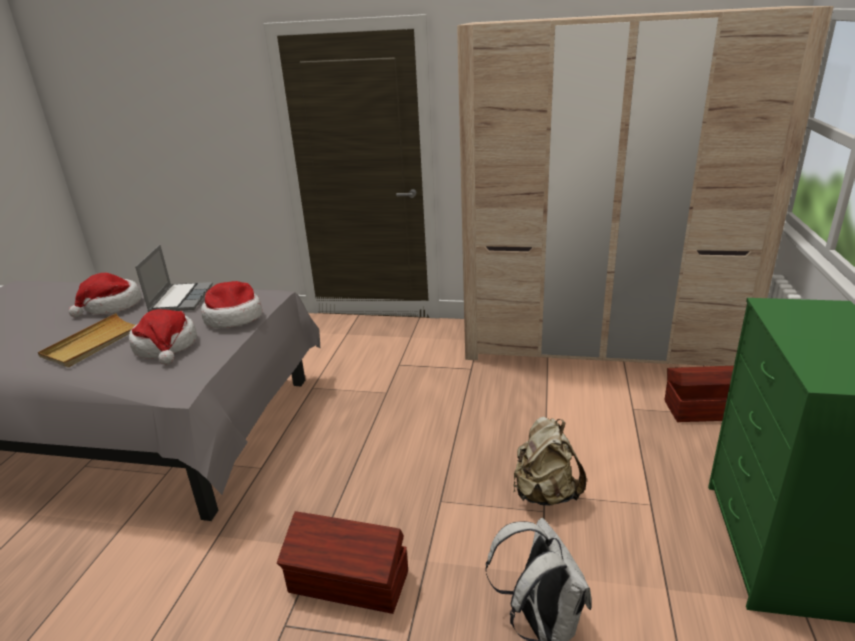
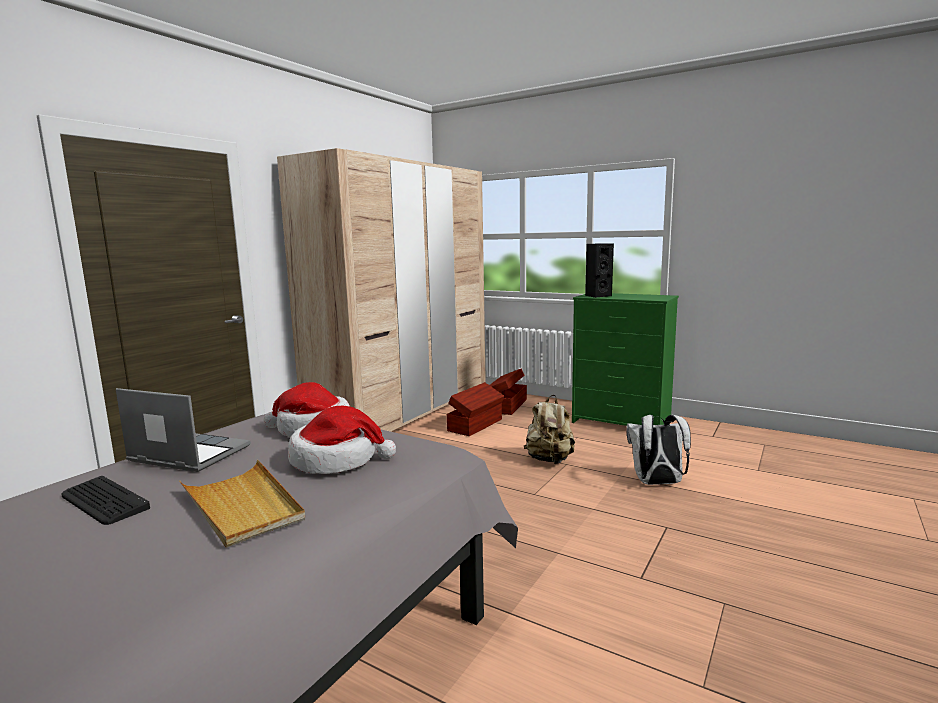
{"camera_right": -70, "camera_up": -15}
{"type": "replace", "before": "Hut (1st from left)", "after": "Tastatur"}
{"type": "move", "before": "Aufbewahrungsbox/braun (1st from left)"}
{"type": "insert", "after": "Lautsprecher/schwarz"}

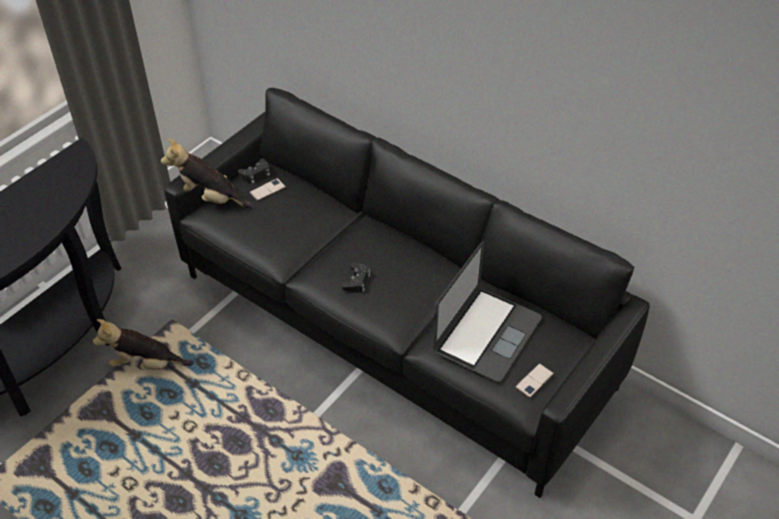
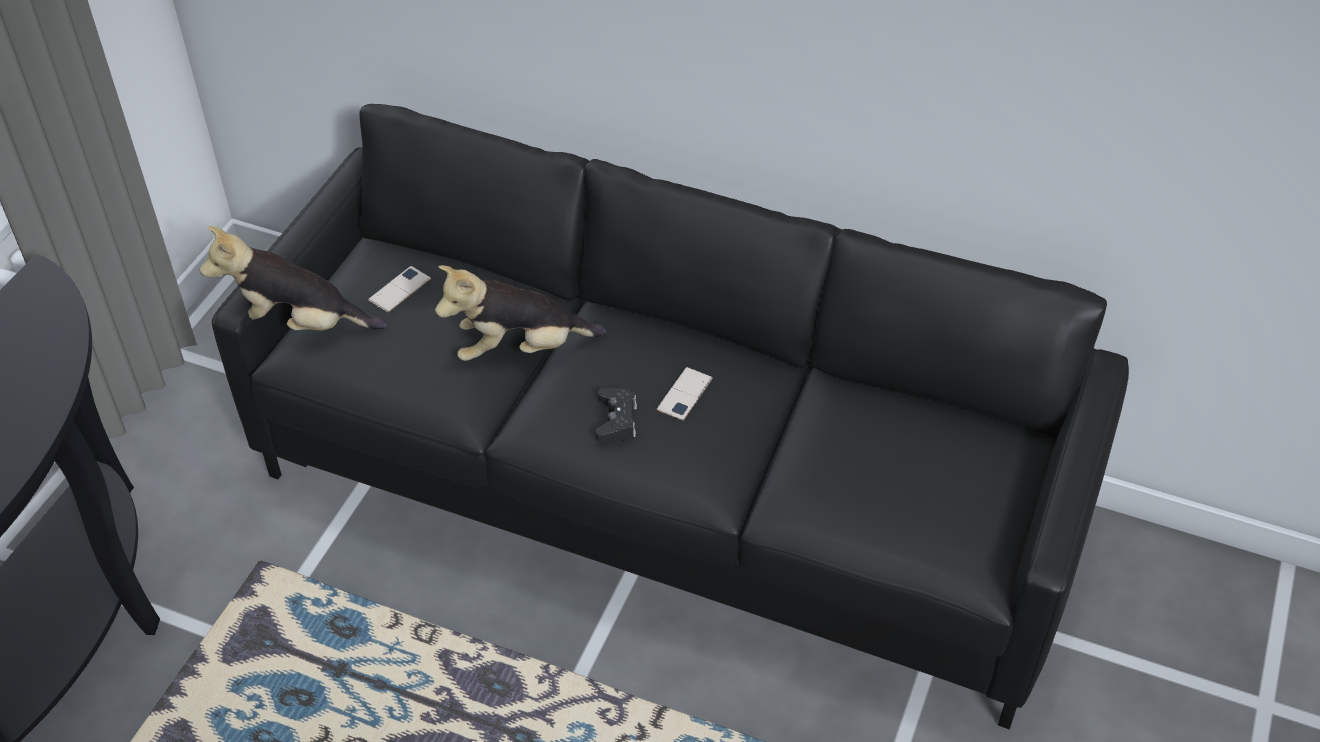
{"camera_right": -15, "camera_up": 0}
{"type": "move", "before": "Plüschtier (1st from left in the first image)", "after": "Plüschtier (2nd from left)"}
{"type": "delete", "before": "Gamepad/schwarz (1st from left)"}
{"type": "delete", "before": "Laptop"}
{"type": "move", "before": "Handy (2nd from left)"}

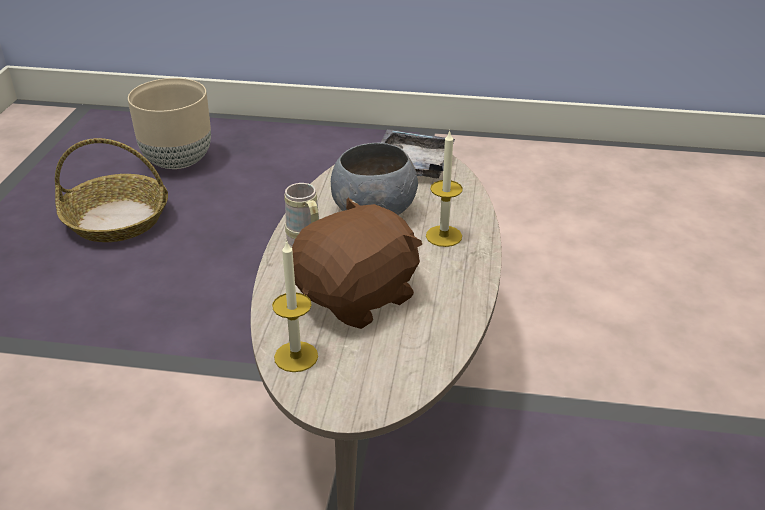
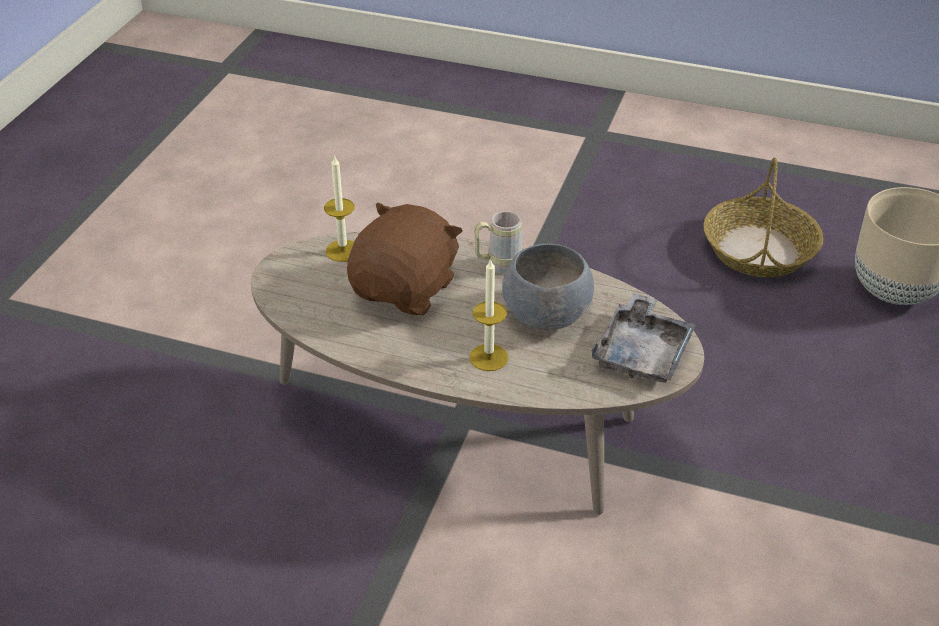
{"camera_right": 100, "camera_up": 5}
{"type": "rotate", "before": "Plüschtier/braun", "turn": -120}

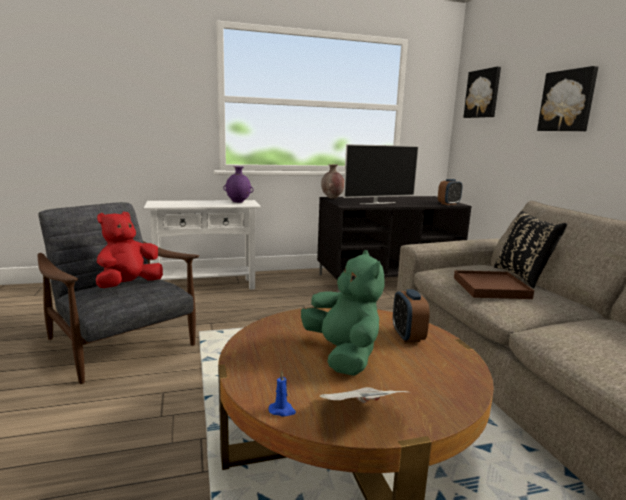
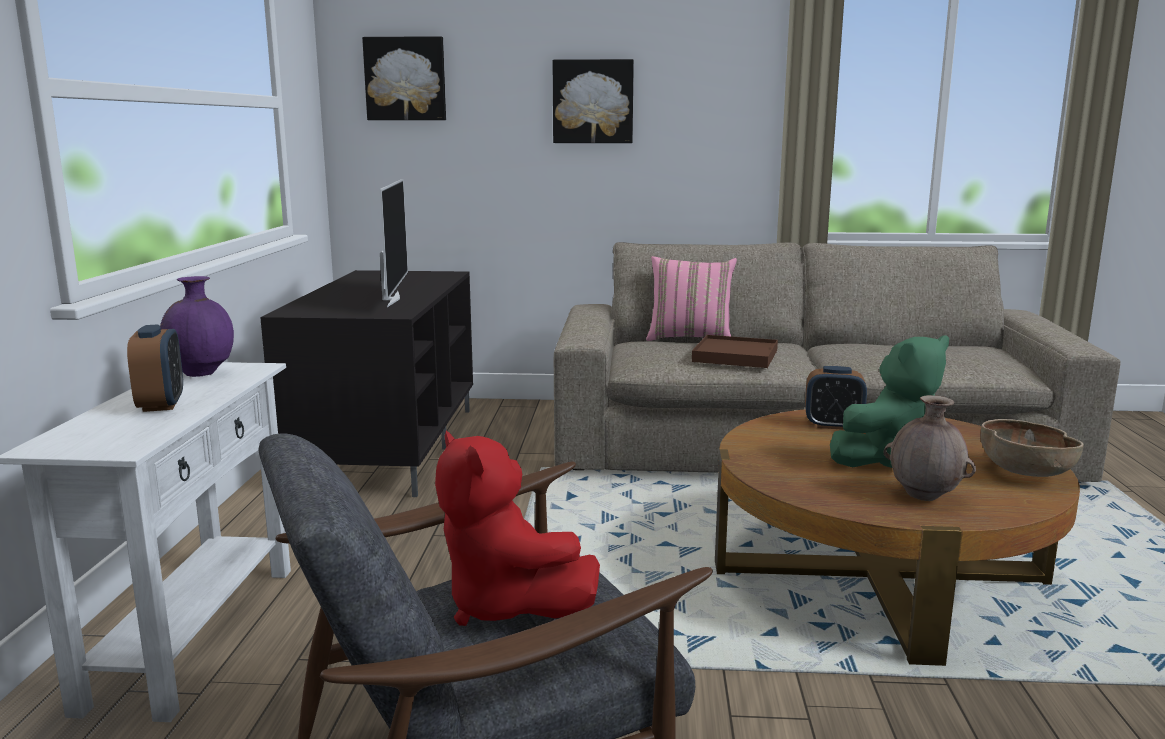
{"camera_right": -70, "camera_up": 0}
{"type": "delete", "before": "Kerze/blau"}
{"type": "rotate", "before": "Plüschtier/grün", "turn": 150}
{"type": "replace", "before": "Zeitung", "after": "Schüssel/braun"}
{"type": "move", "before": "Vase/braun"}
{"type": "move", "before": "Wecker (2nd from left in the first image)", "after": "Wecker (1st from left)"}
{"type": "recolor", "before": "Kissen/schwarz", "after": "Kissen/rosa"}

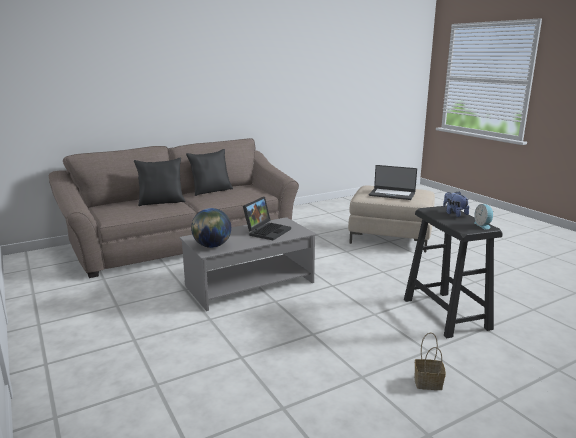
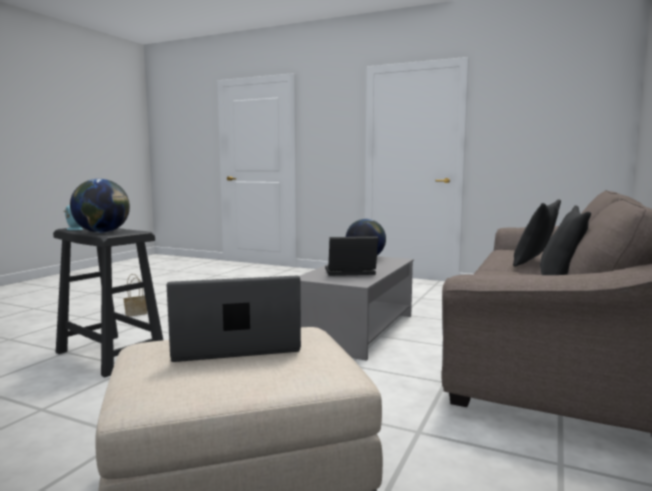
{"camera_right": 145, "camera_up": -10}
{"type": "rotate", "before": "Laptop (1st from left in the first image)", "turn": 90}
{"type": "replace", "before": "Plüschtier", "after": "Globus (1st from left)"}

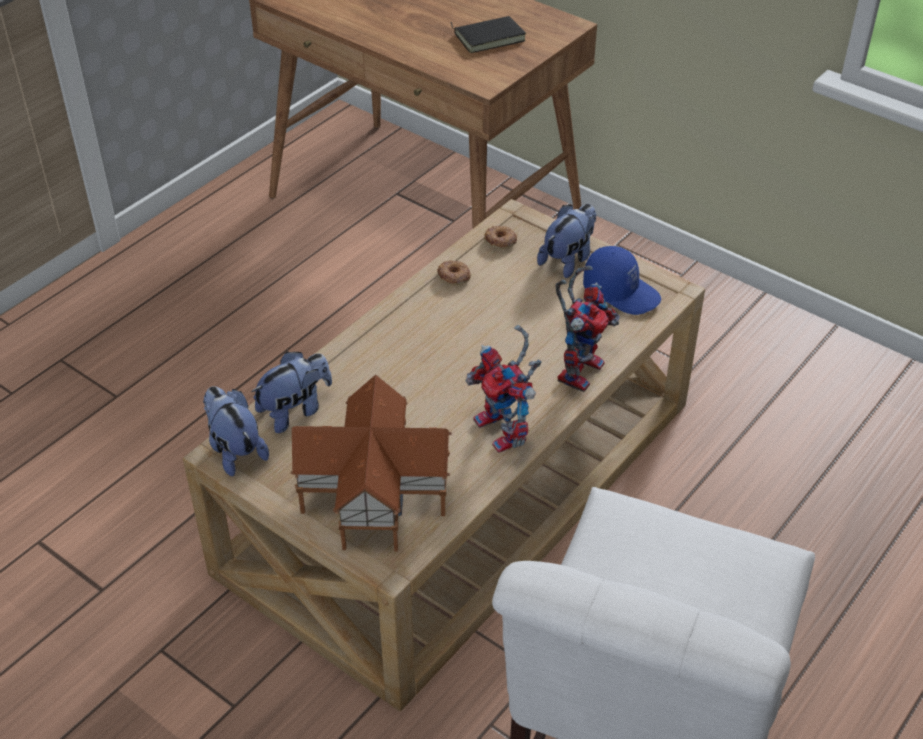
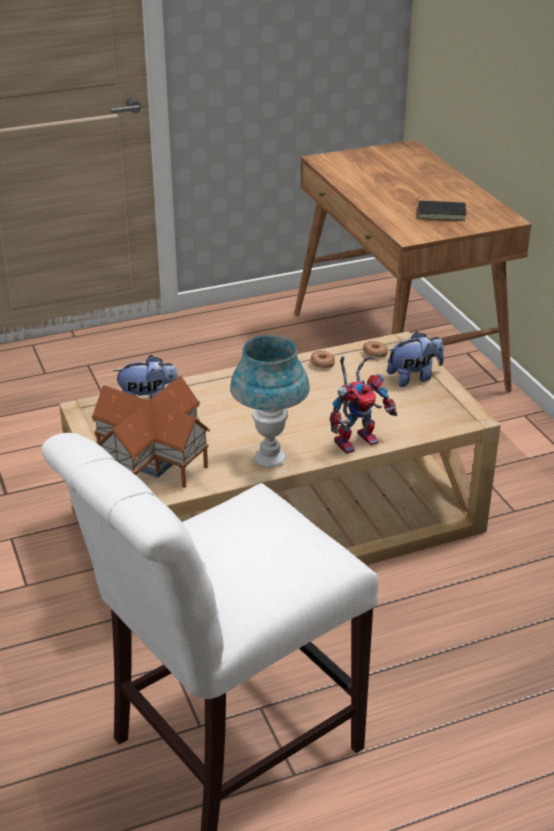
{"camera_right": 30, "camera_up": -10}
{"type": "delete", "before": "Plüschtier (1st from left)"}
{"type": "replace", "before": "Spielzeugroboter (1st from left)", "after": "Tischlampe/blau"}
{"type": "delete", "before": "Kappe/blau"}

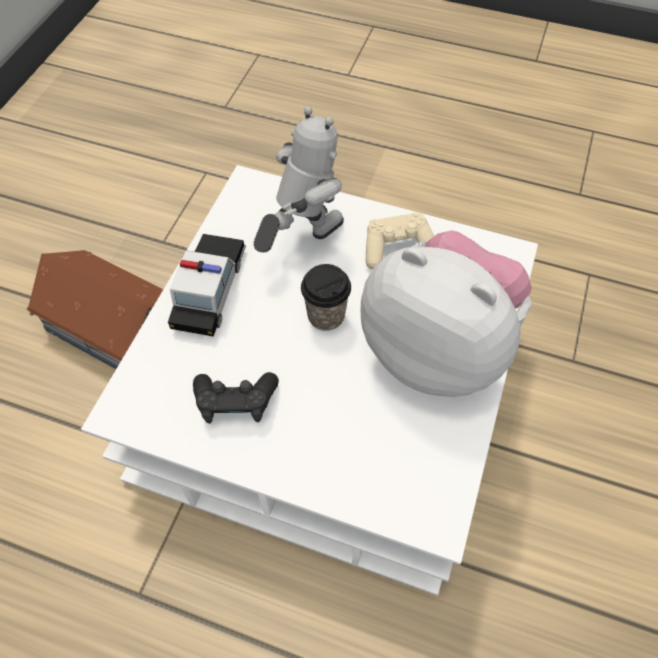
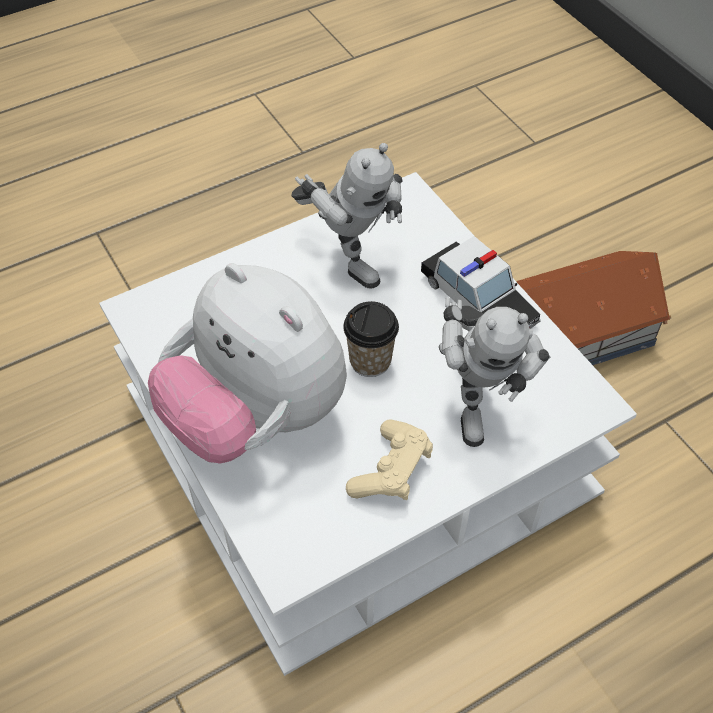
{"camera_right": 130, "camera_up": -5}
{"type": "replace", "before": "Gamepad/schwarz", "after": "Spielzeugroboter (1st from left)"}
{"type": "rotate", "before": "Plüschtier", "turn": 60}

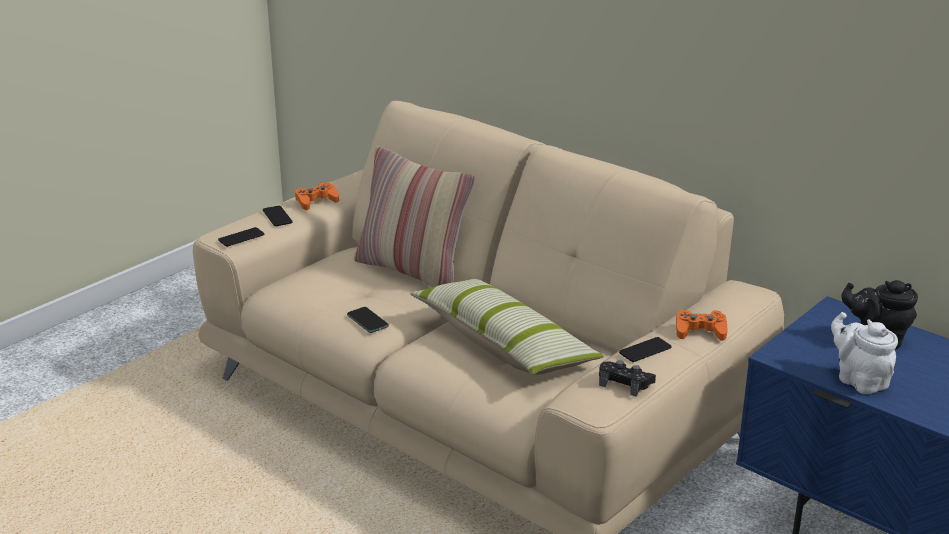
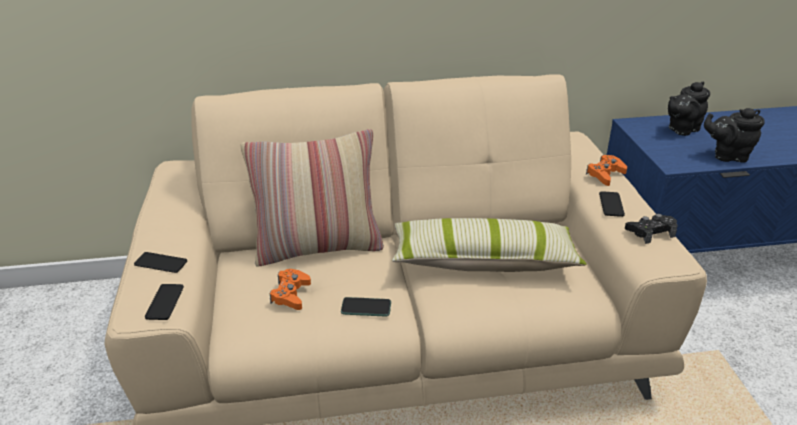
{"camera_right": -50, "camera_up": 5}
{"type": "move", "before": "Gamepad/orange (1st from left)"}
{"type": "recolor", "before": "Teekanne/weiß", "after": "Teekanne/schwarz (2nd from left)"}

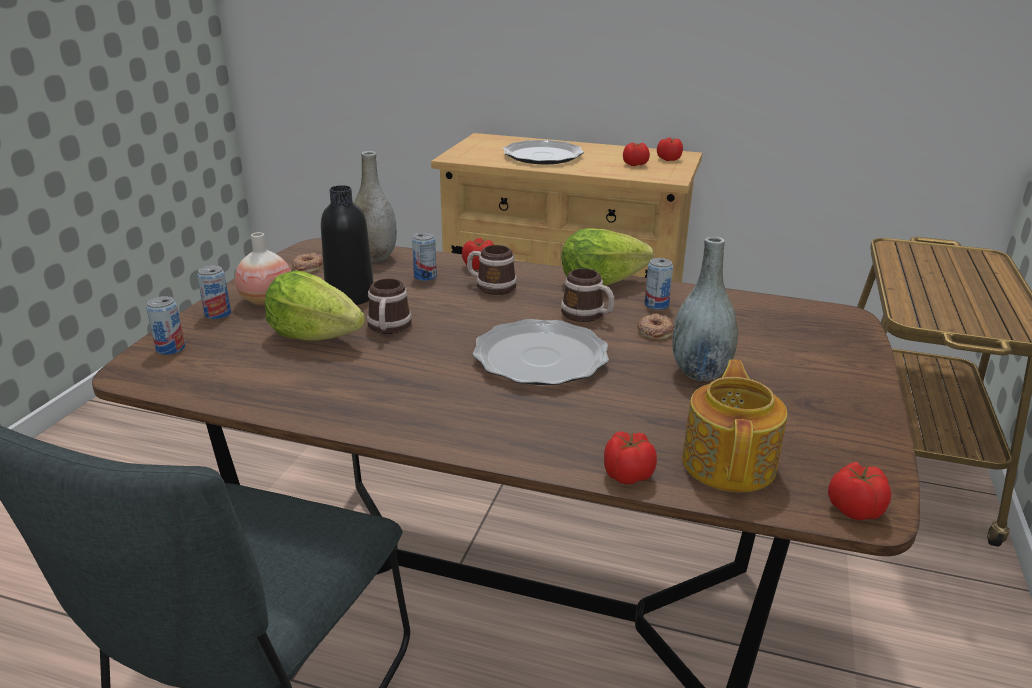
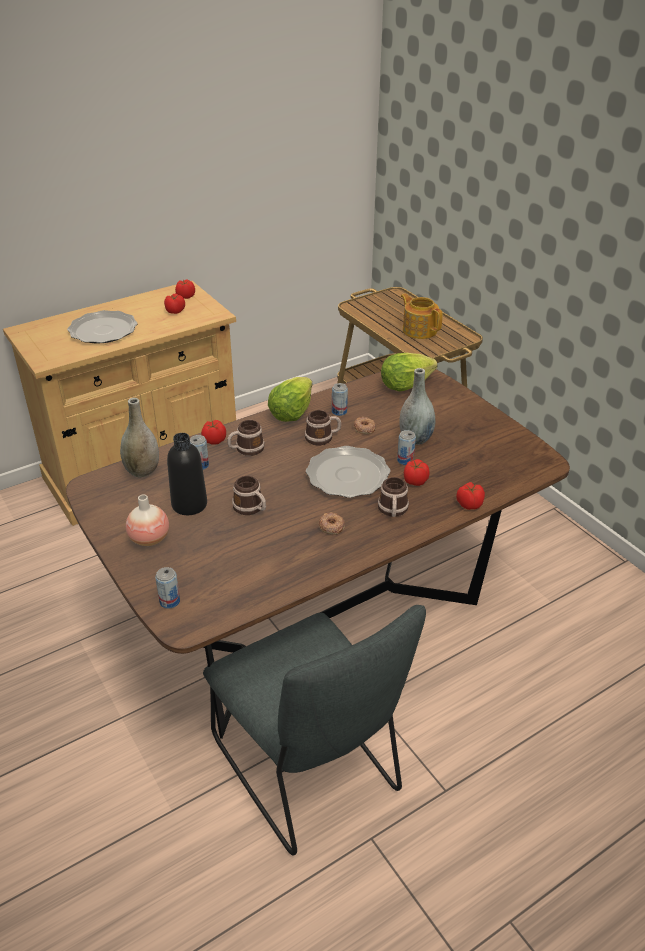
{"camera_right": -50, "camera_up": 10}
{"type": "move", "before": "Dose (2nd from left in the first image)", "after": "Dose (4th from left)"}
{"type": "move", "before": "Salatkopf (1st from left in the first image)", "after": "Salatkopf (2nd from left)"}
{"type": "move", "before": "Donut (1st from left)"}
{"type": "move", "before": "Teekanne"}
{"type": "move", "before": "Tomate (5th from left in the first image)", "after": "Tomate (4th from left)"}
{"type": "insert", "after": "Henkelbecher (4th from left)"}

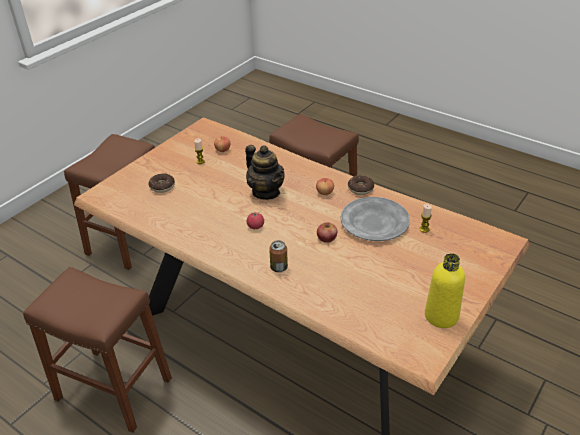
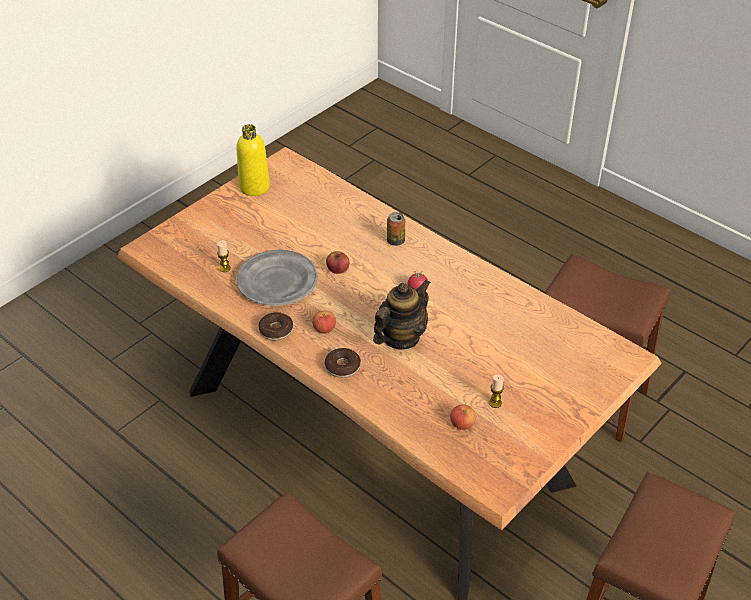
{"camera_right": -175, "camera_up": 5}
{"type": "move", "before": "Donut (1st from left in the first image)", "after": "Donut (2nd from left)"}
{"type": "rotate", "before": "Teekanne", "turn": 75}

